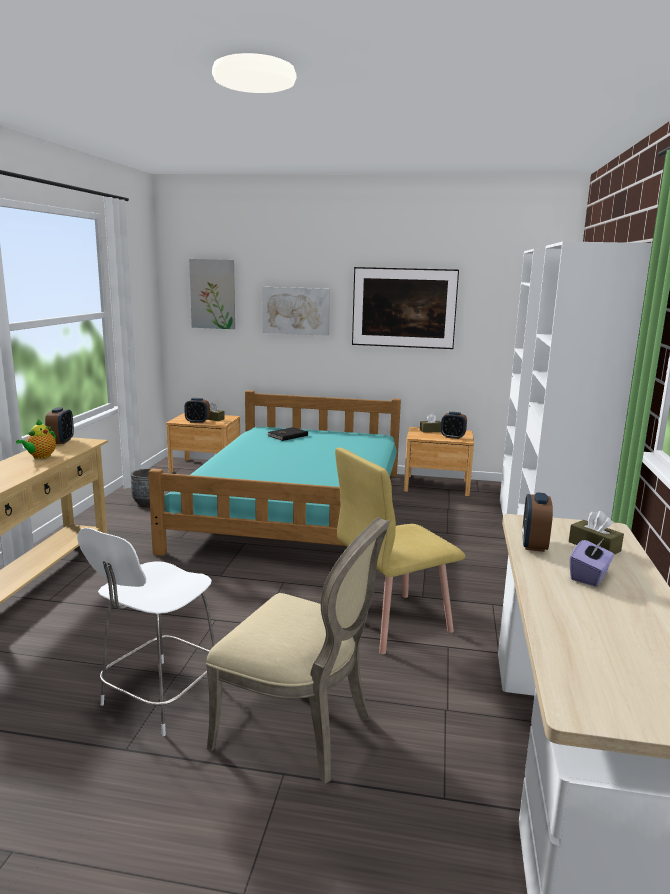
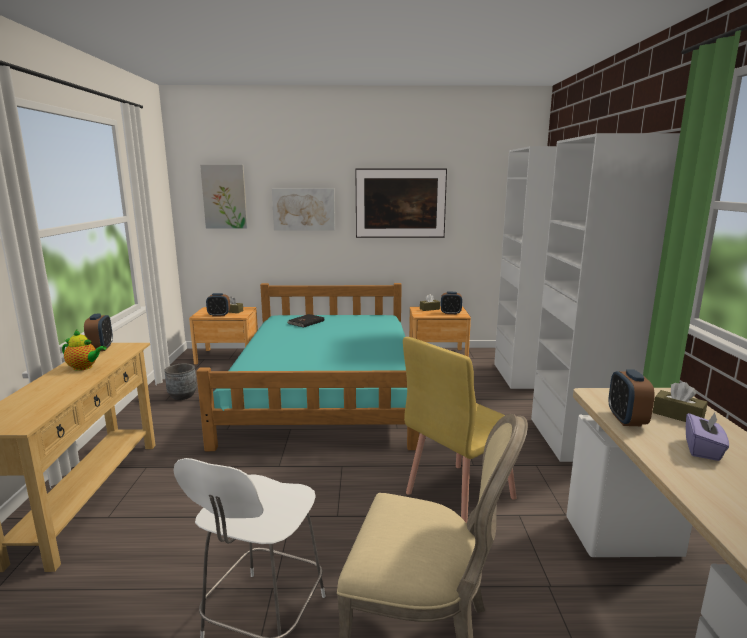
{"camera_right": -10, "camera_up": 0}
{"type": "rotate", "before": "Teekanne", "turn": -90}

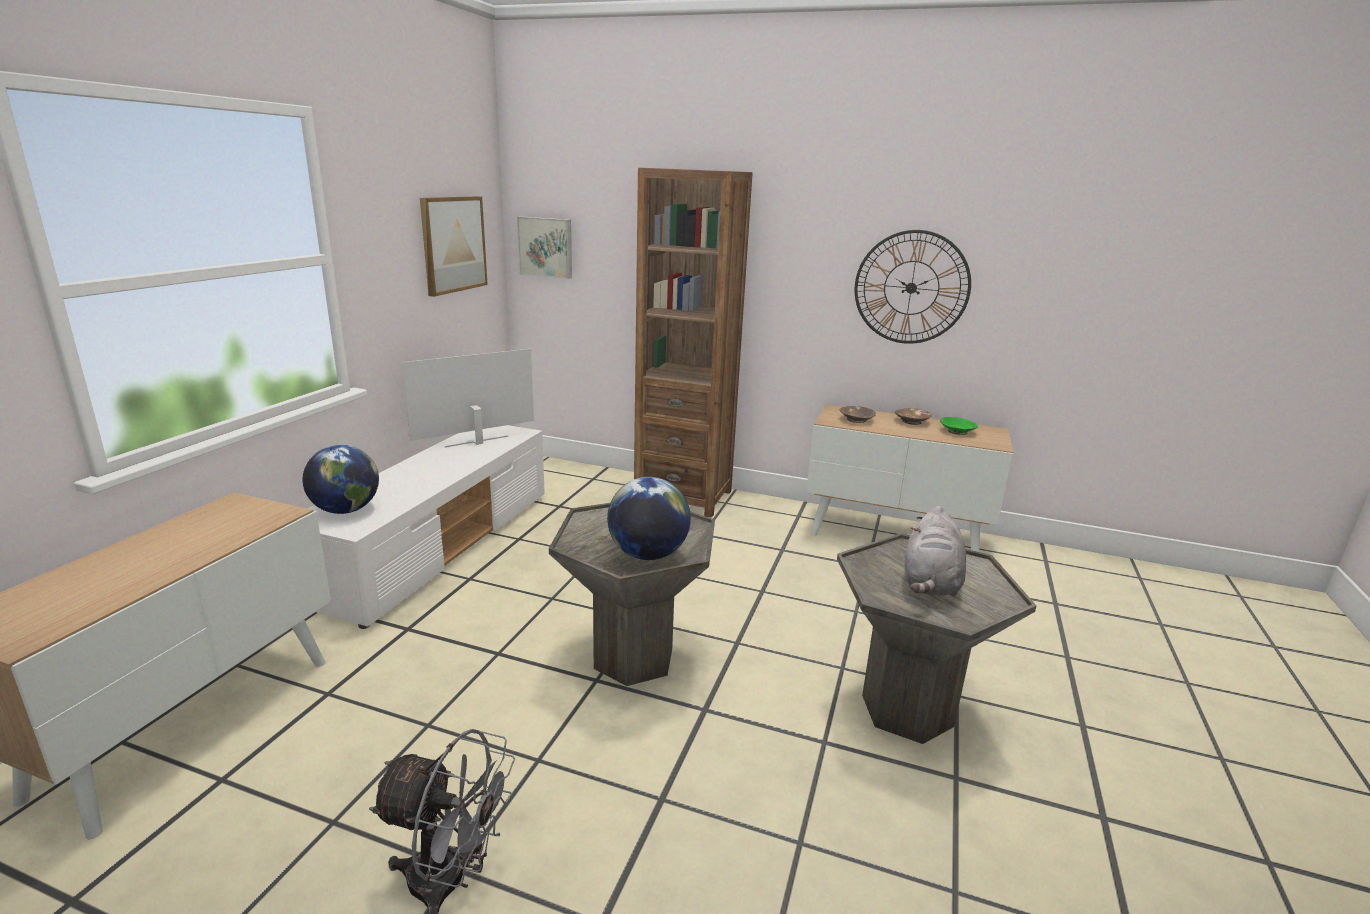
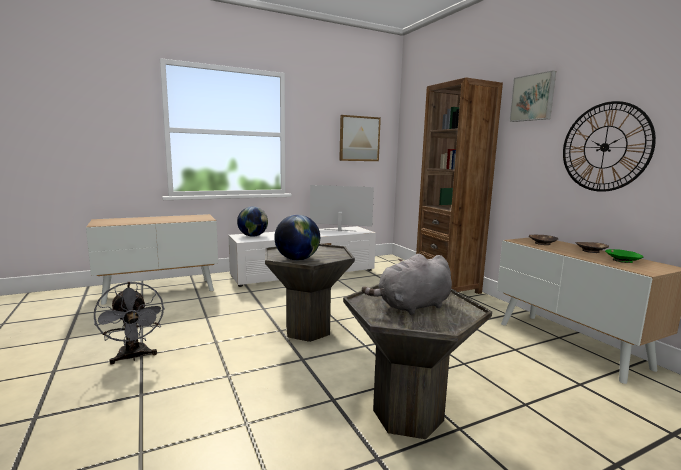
{"camera_right": 45, "camera_up": -10}
{"type": "move", "before": "Bild (2nd from left)"}

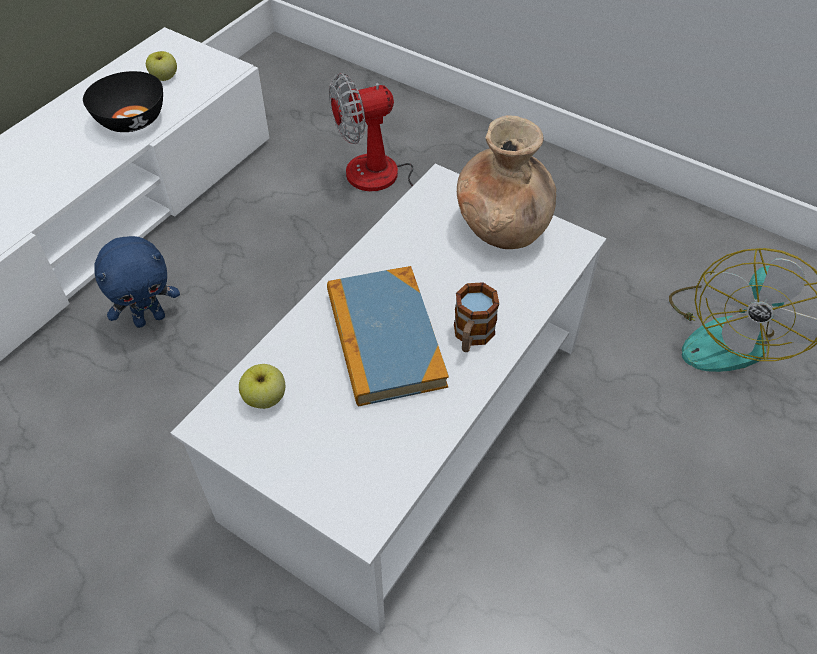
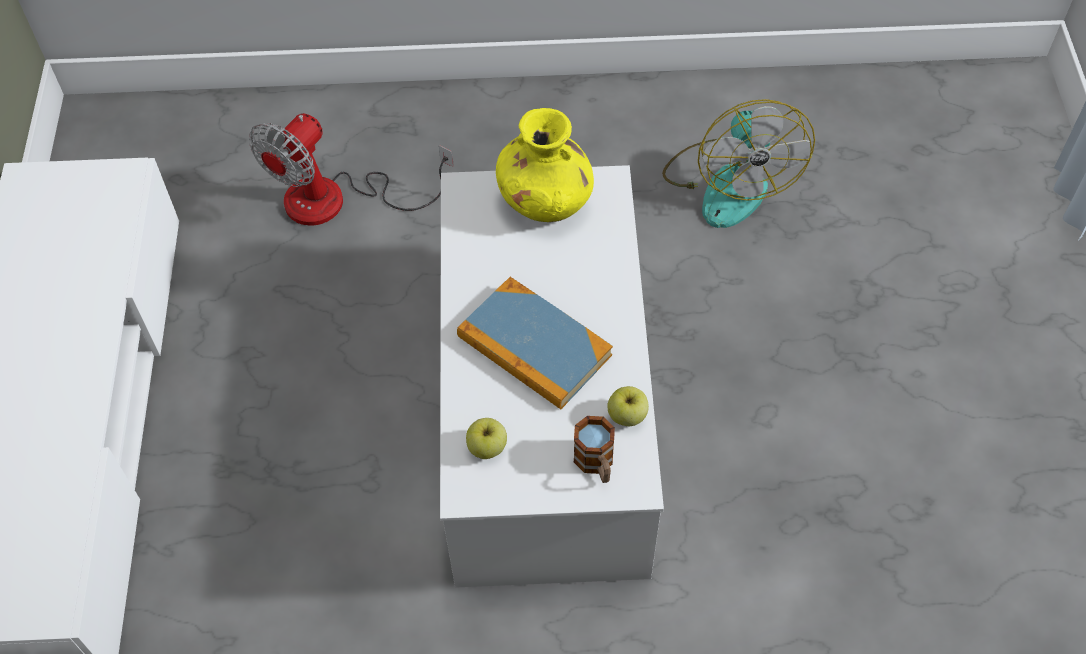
{"camera_right": -35, "camera_up": 5}
{"type": "delete", "before": "Schüssel/schwarz"}
{"type": "delete", "before": "Plüschtier/blau"}
{"type": "move", "before": "Apfel (1st from left in the first image)", "after": "Apfel (2nd from left)"}
{"type": "move", "before": "Henkelbecher"}
{"type": "recolor", "before": "Vase/braun", "after": "Vase/gelb"}

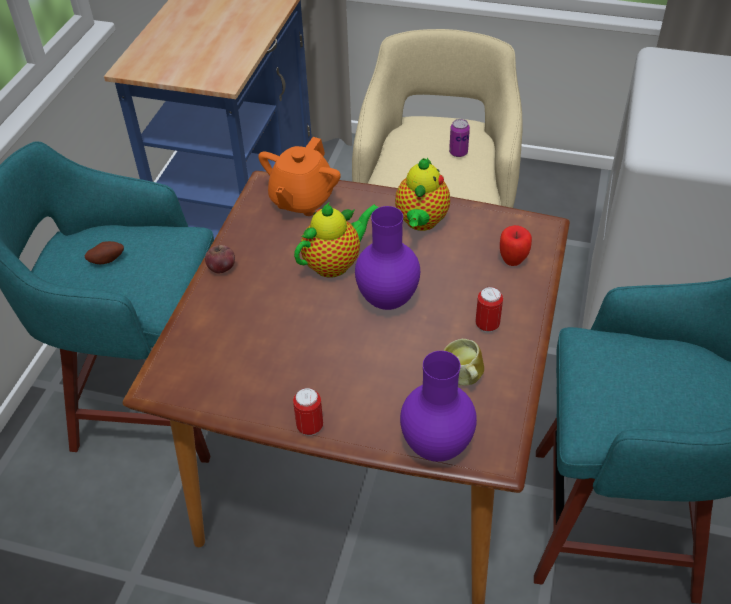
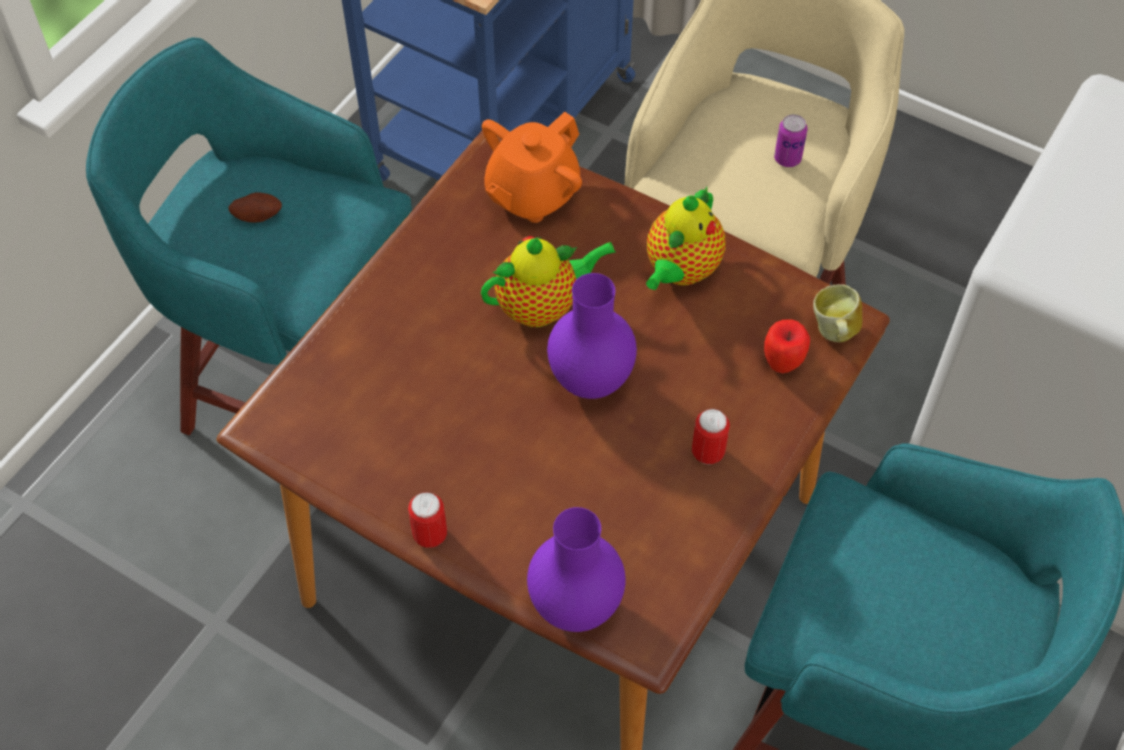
{"camera_right": 15, "camera_up": 10}
{"type": "delete", "before": "Apfel (1st from left)"}
{"type": "move", "before": "Henkelbecher"}

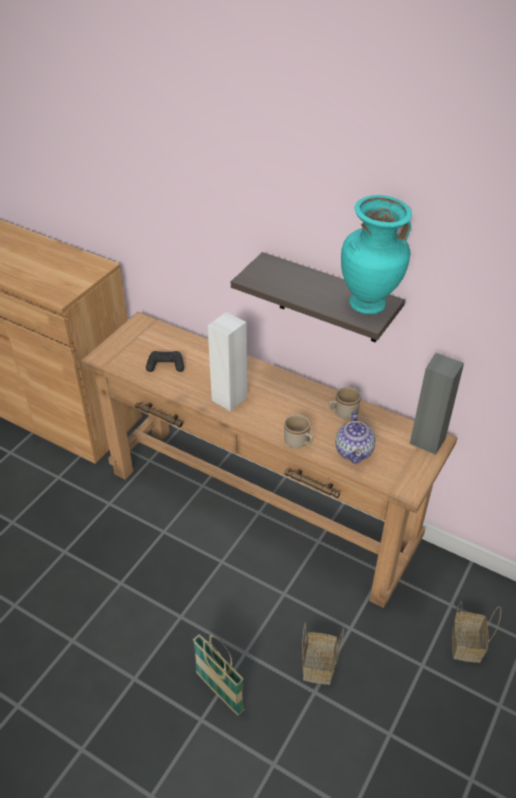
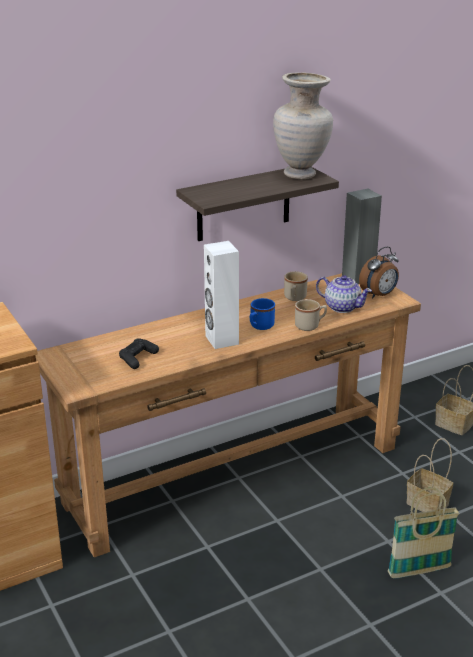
{"camera_right": -60, "camera_up": -15}
{"type": "recolor", "before": "Vase/türkis", "after": "Vase/beige"}
{"type": "insert", "after": "Henkelbecher/blau"}
{"type": "insert", "after": "Wecker"}

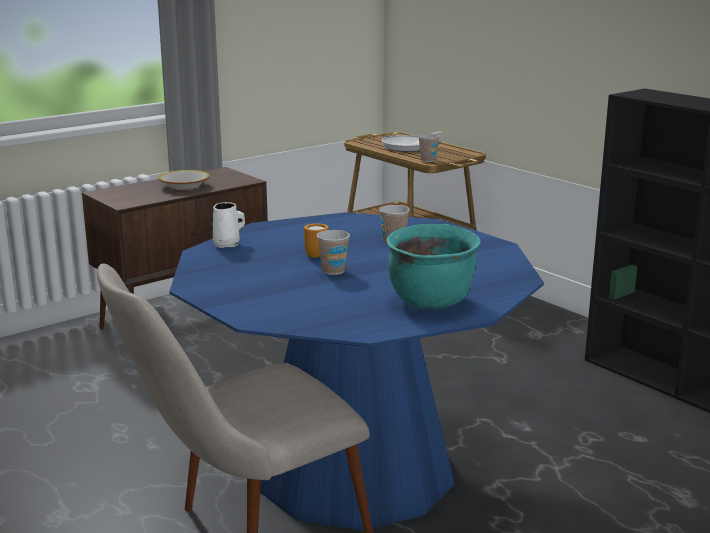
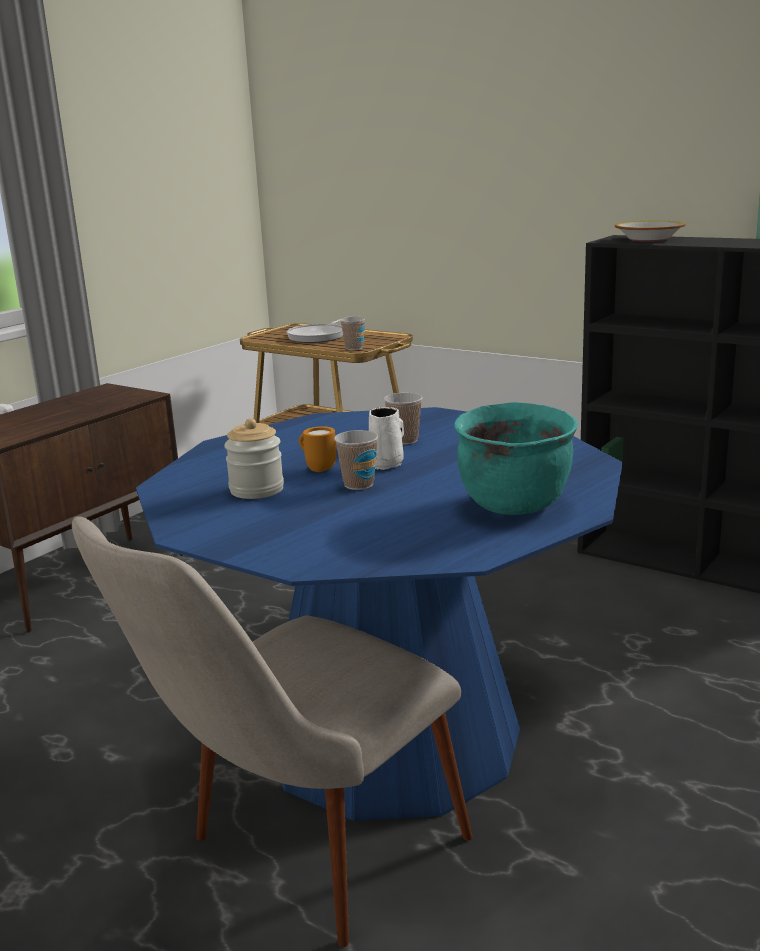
{"camera_right": -15, "camera_up": 0}
{"type": "move", "before": "Schüssel"}
{"type": "move", "before": "Henkelbecher/weiß"}
{"type": "insert", "after": "Vorratsglas"}

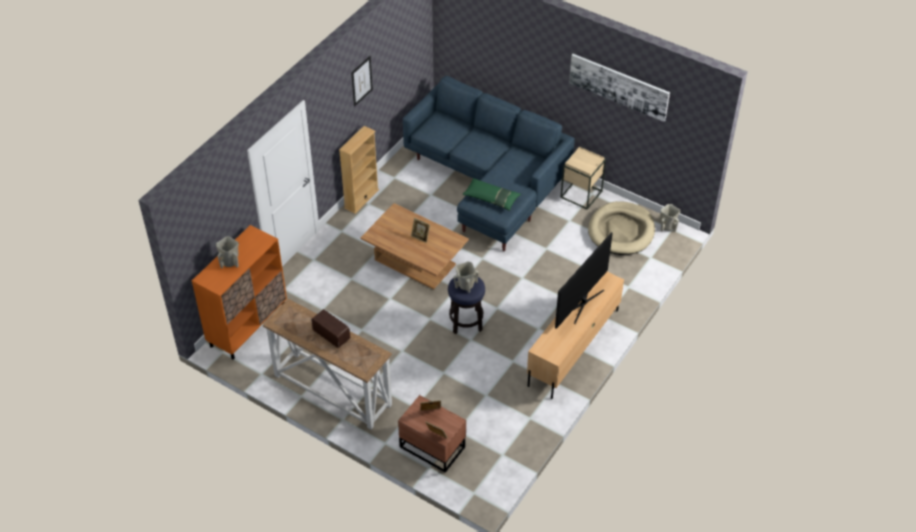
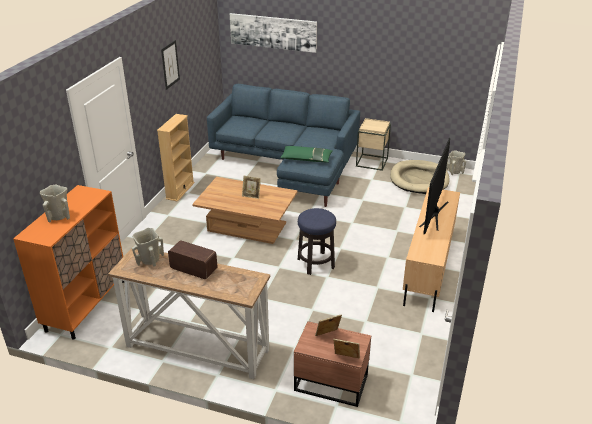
{"camera_right": -15, "camera_up": -15}
{"type": "move", "before": "Vase/beige (2nd from left)"}
{"type": "move", "before": "Bild (2nd from left)"}

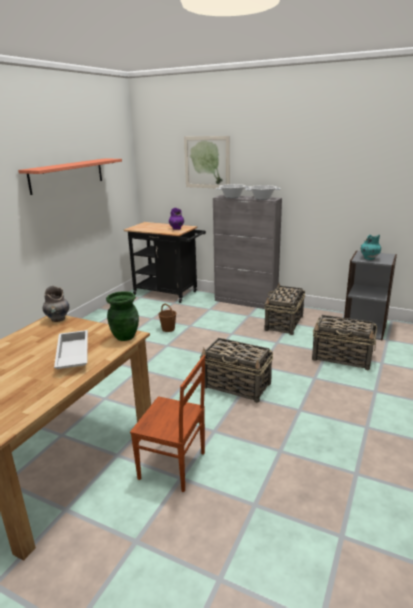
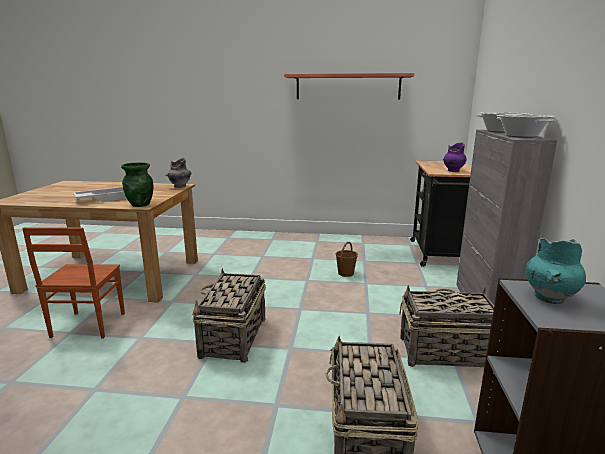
{"camera_right": 70, "camera_up": -5}
{"type": "delete", "before": "Bild"}

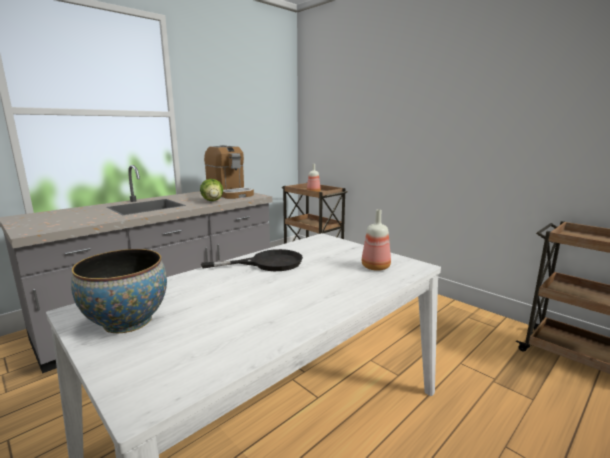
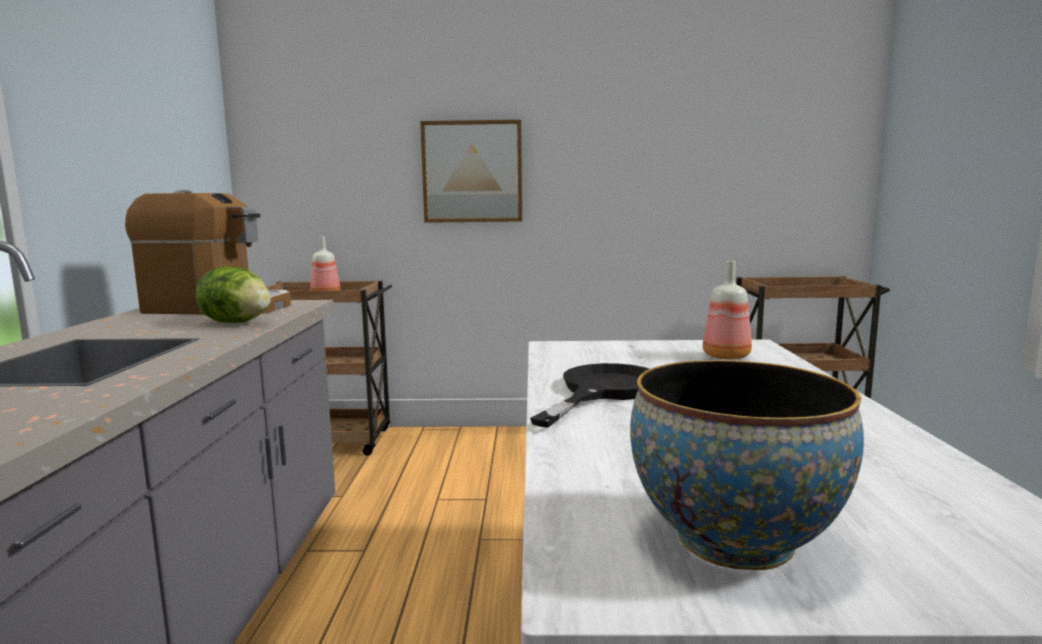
{"camera_right": -45, "camera_up": -5}
{"type": "insert", "after": "Bild"}

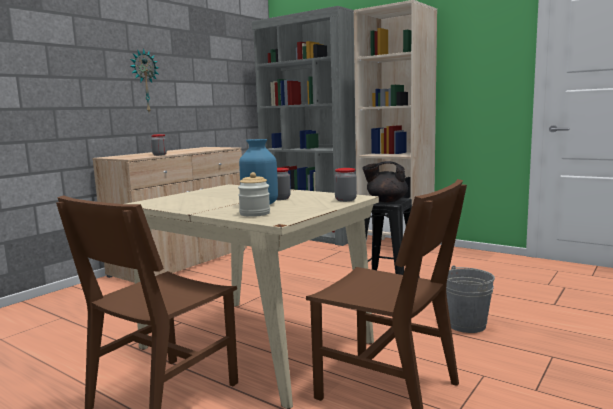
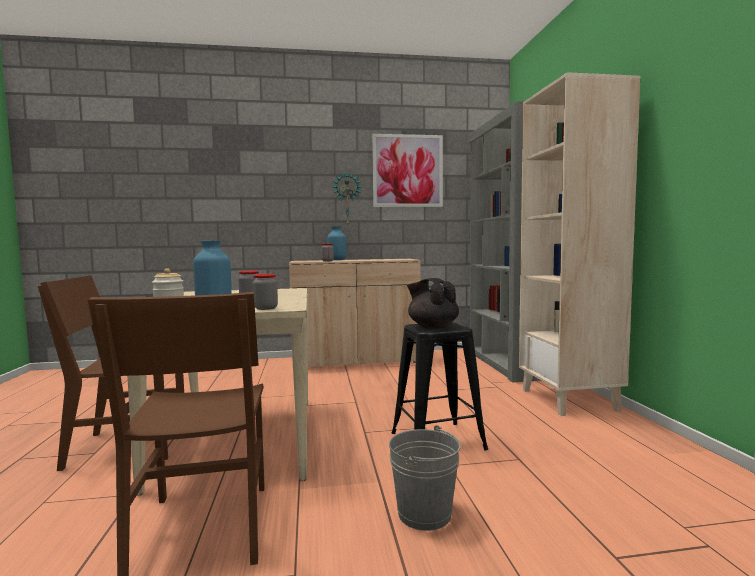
{"camera_right": 45, "camera_up": -5}
{"type": "insert", "after": "Vase/blau (2nd from left)"}
{"type": "insert", "after": "Bild"}

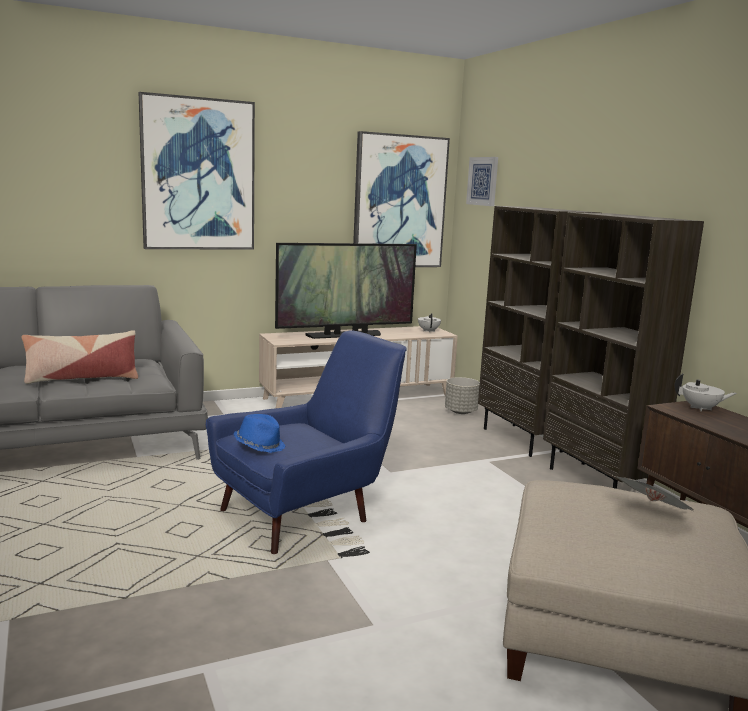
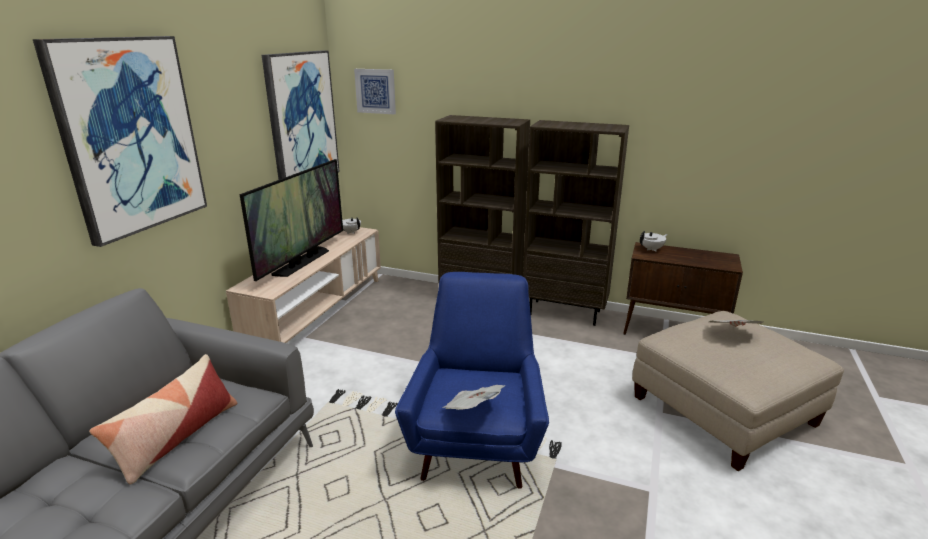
{"camera_right": -45, "camera_up": 10}
{"type": "replace", "before": "Hut/blau", "after": "Zeitung (1st from left)"}
{"type": "delete", "before": "Pflanzkübel/grau"}

